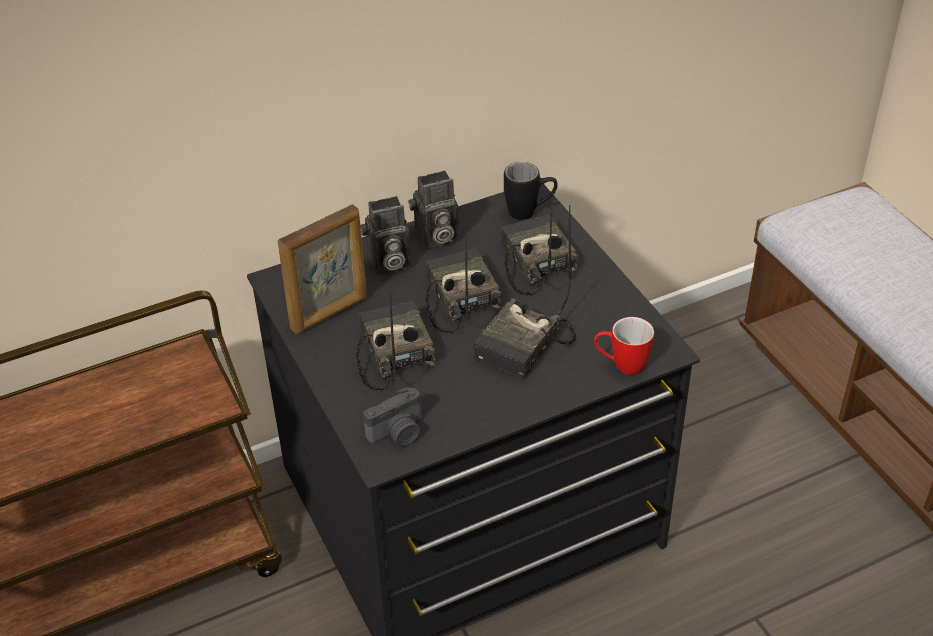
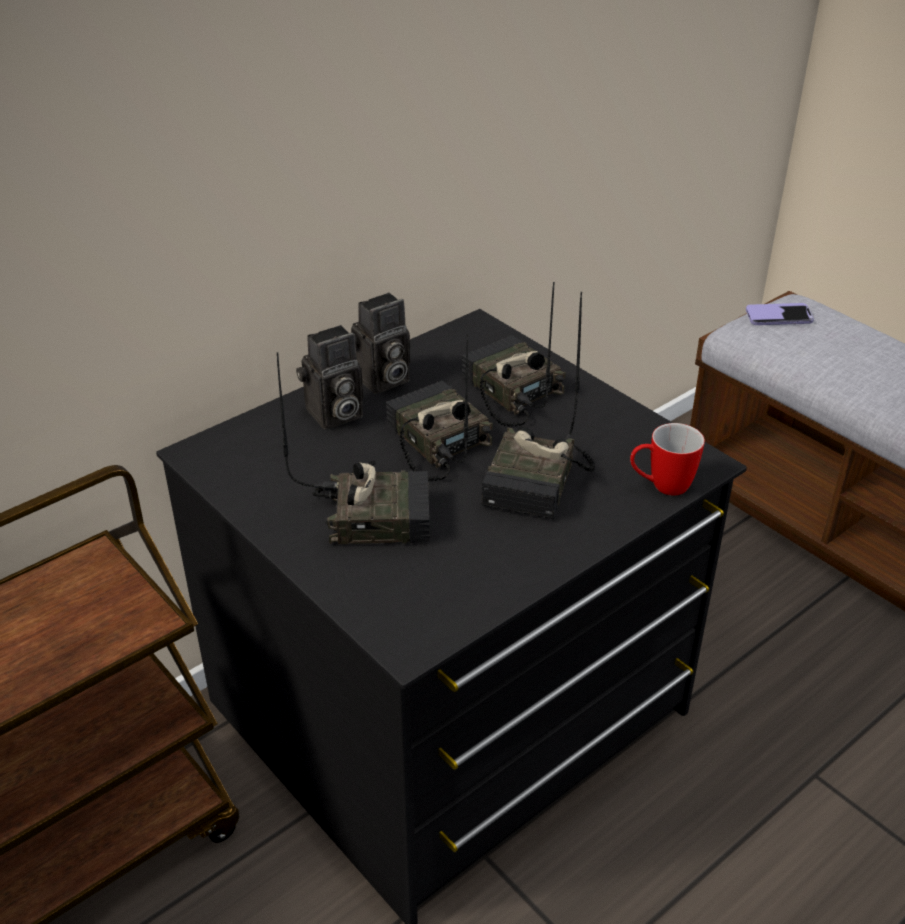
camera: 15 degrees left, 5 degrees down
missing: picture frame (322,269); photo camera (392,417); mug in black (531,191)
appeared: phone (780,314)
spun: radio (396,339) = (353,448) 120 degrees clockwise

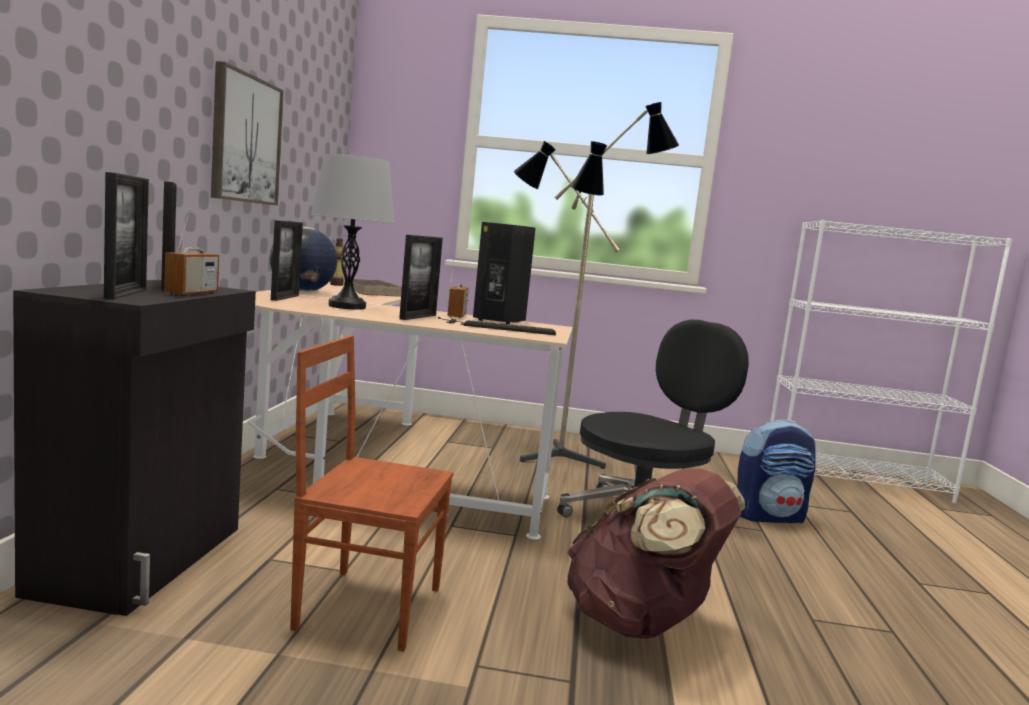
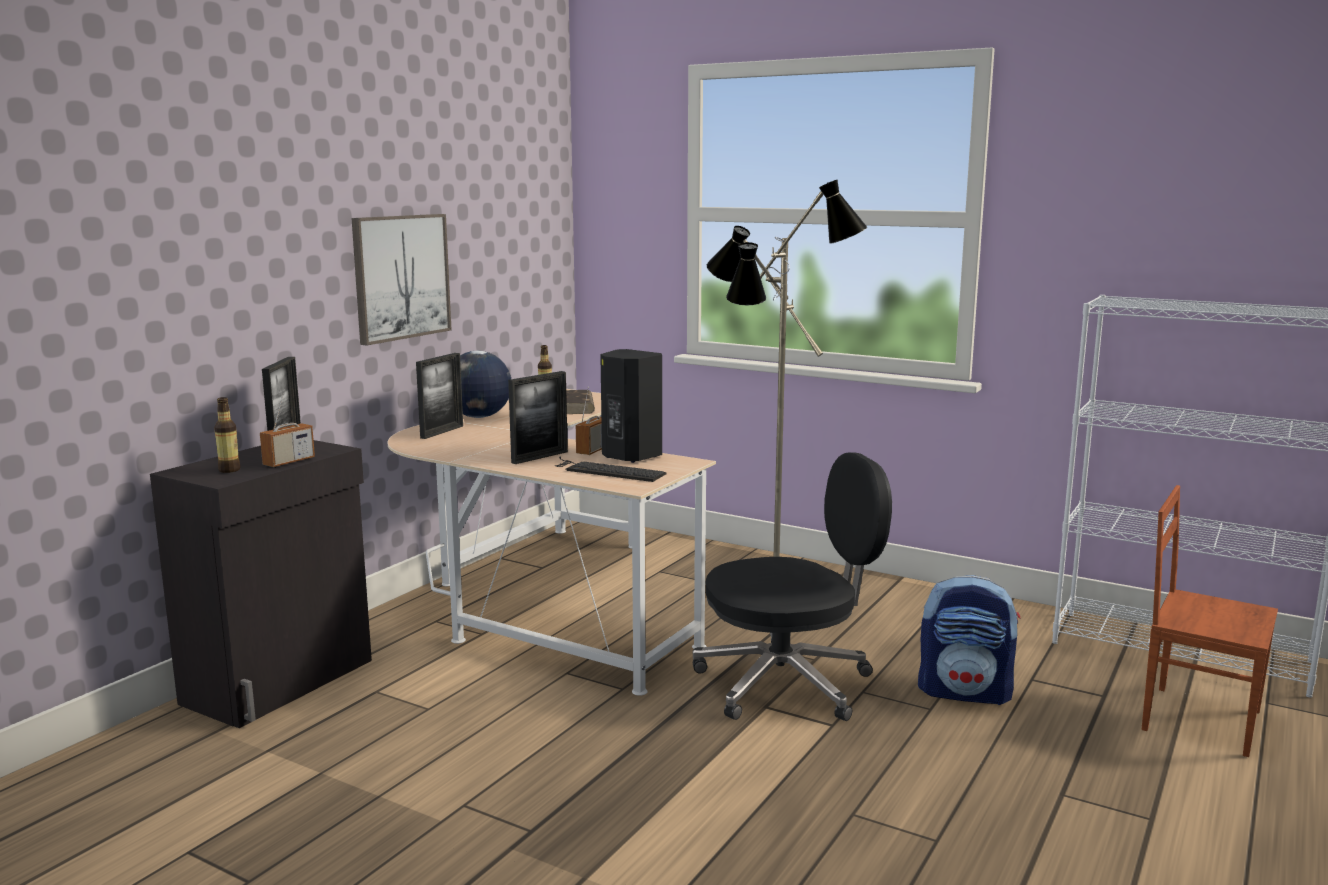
camera: 25 degrees right, 5 degrees up
missing: table lamp in grey (352,232); backpack in brown (656,553)
relocated: chair in brown (371,493) to (1209,621)
exchanged: picture frame (126,235) to bottle (227,435)

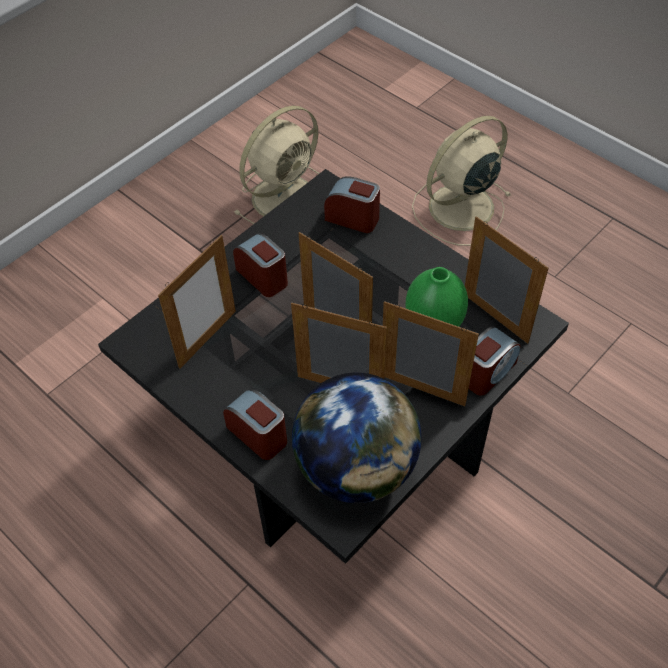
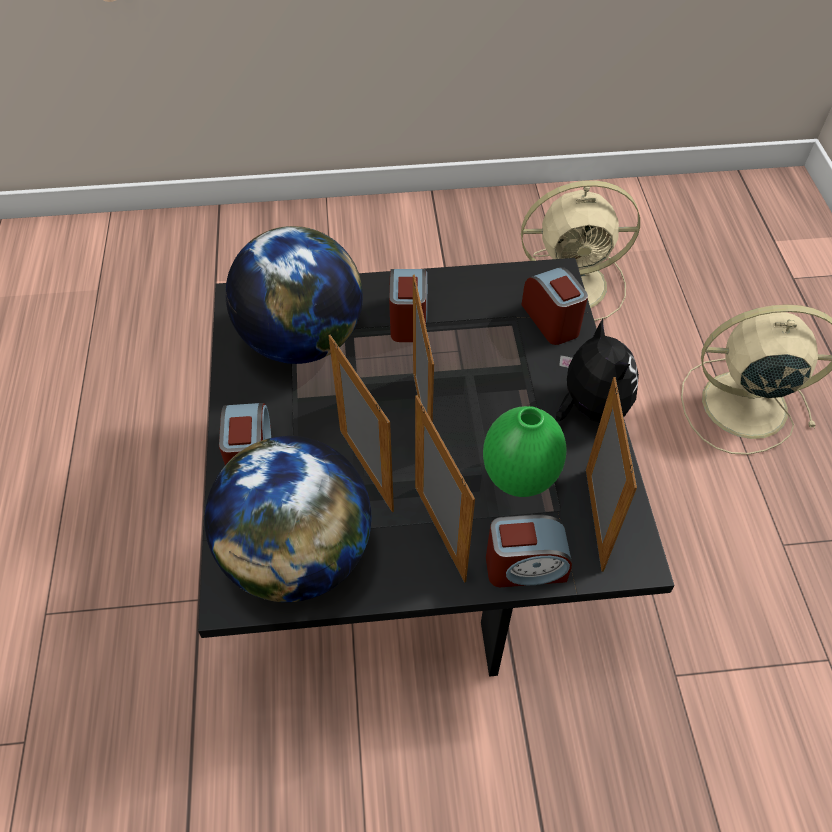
camera: 40 degrees right, 0 degrees up
appeared: plush toy (597,371)
exchanged: picture frame (197,302) to globe (294,295)

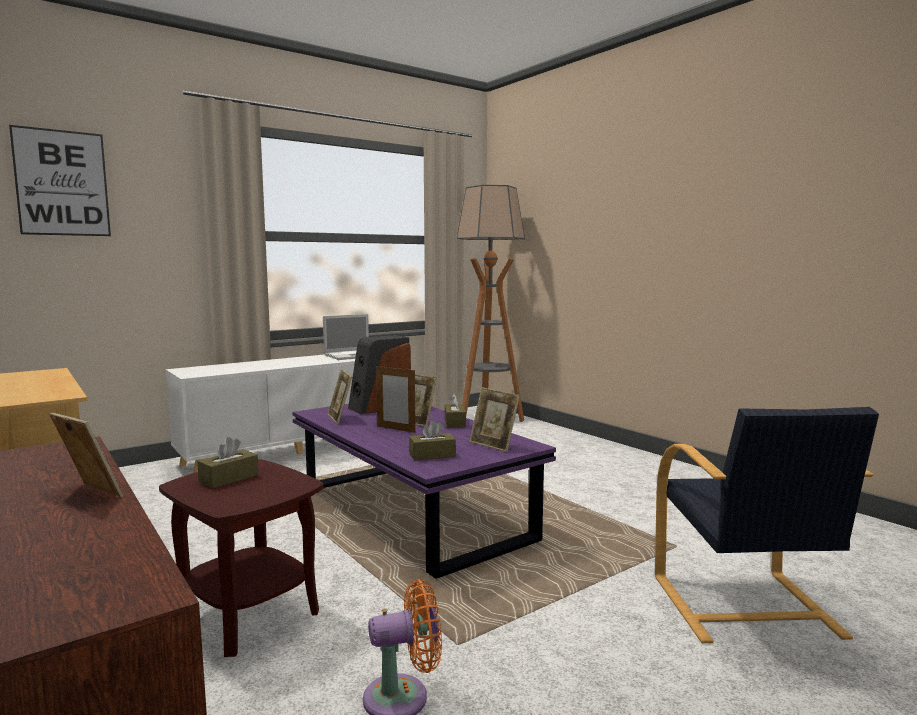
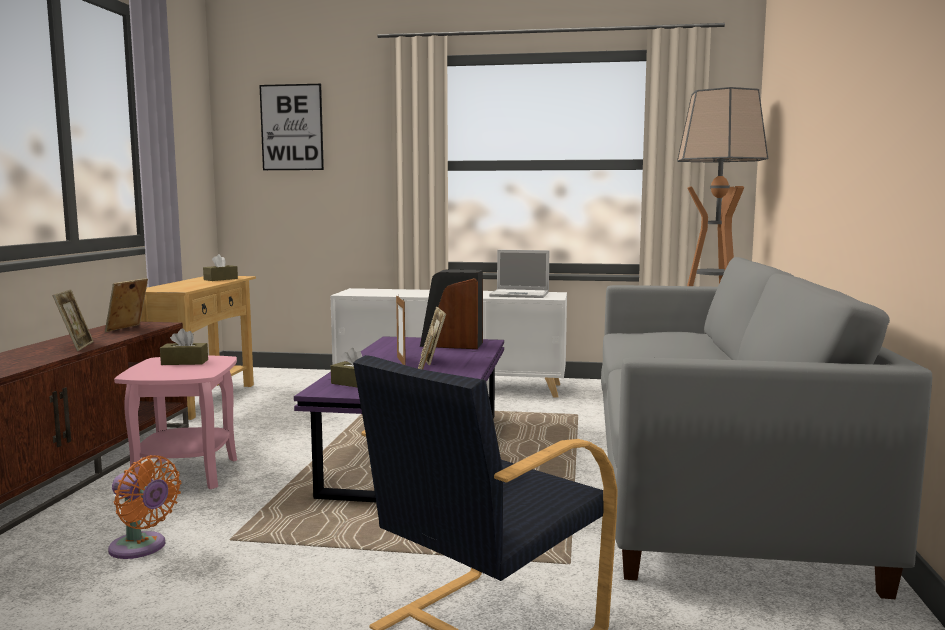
camera: 45 degrees right, 0 degrees up
appeared: sofa in grey (766,428)
relocated: picture frame (340,396) to (126,305); tissue box in brown (455,410) to (220,267)
colour: side table in brown (241,558) to side table in pink (175,422)

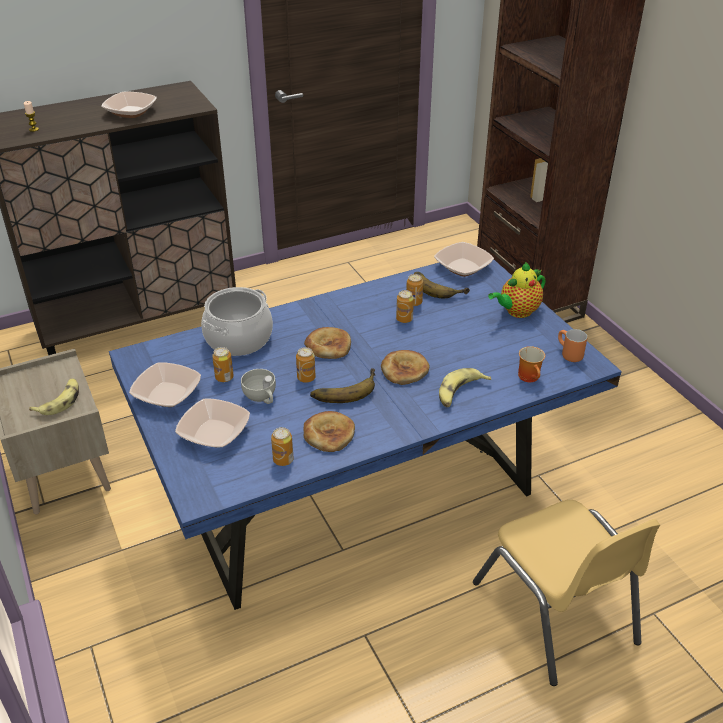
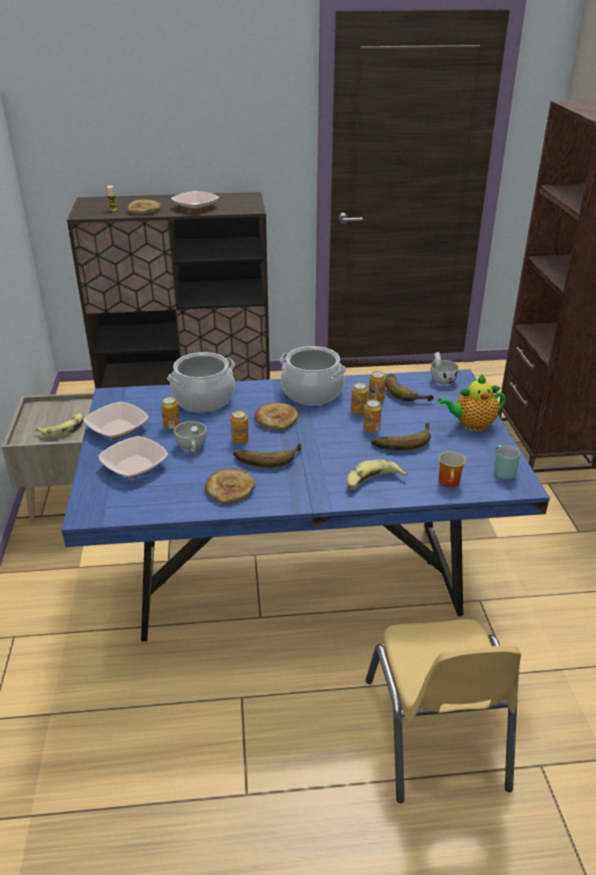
camera: 20 degrees right, 5 degrees down
appeared: cooking pot (313,375); banana (401,437)
relocated: bread (405,367) to (144,207); can (282,446) to (372,416)
exchanged: bowl (464,259) to cup in white (444,368)
colour: mug in orange (572,345) to mug in turquoise (507,462)

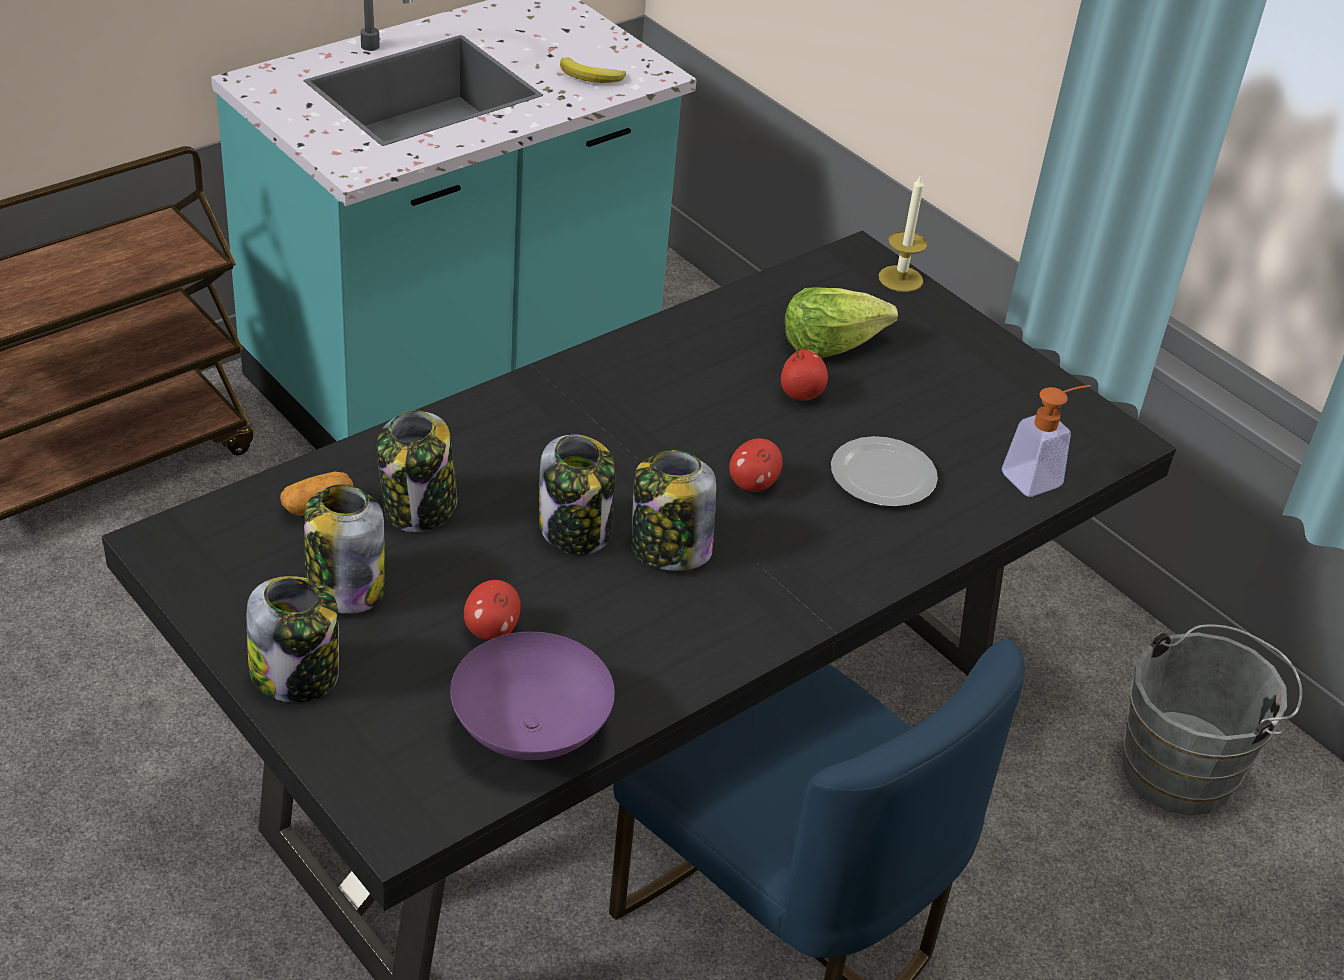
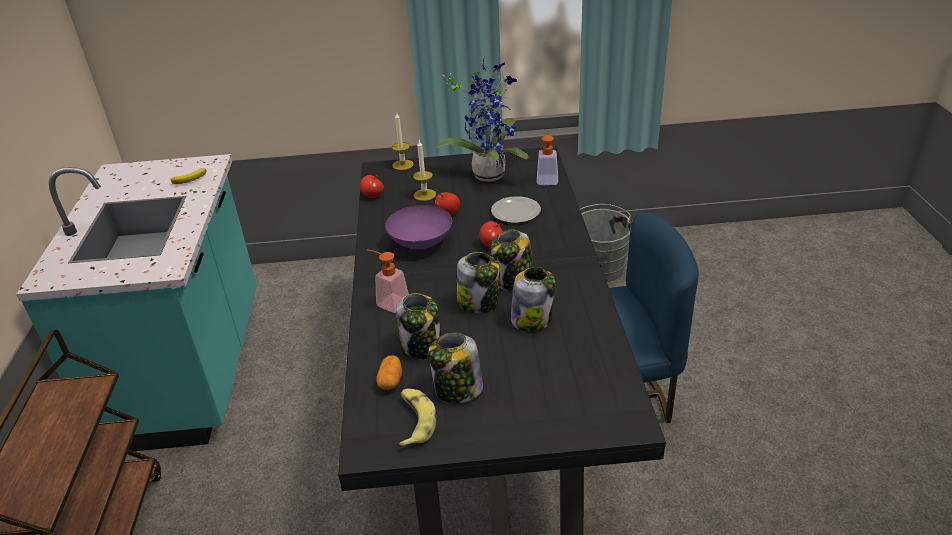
camera: 50 degrees left, 5 degrees down
appeared: soap dispenser (388,281); banana (417,418); potted plant (481,120)
relocated: apple (492,610) to (372,186); bowl in purple (532,696) to (418,227); jar (293,639) to (533,299)
exchanged: lettuce (841,322) to candle (424,170)

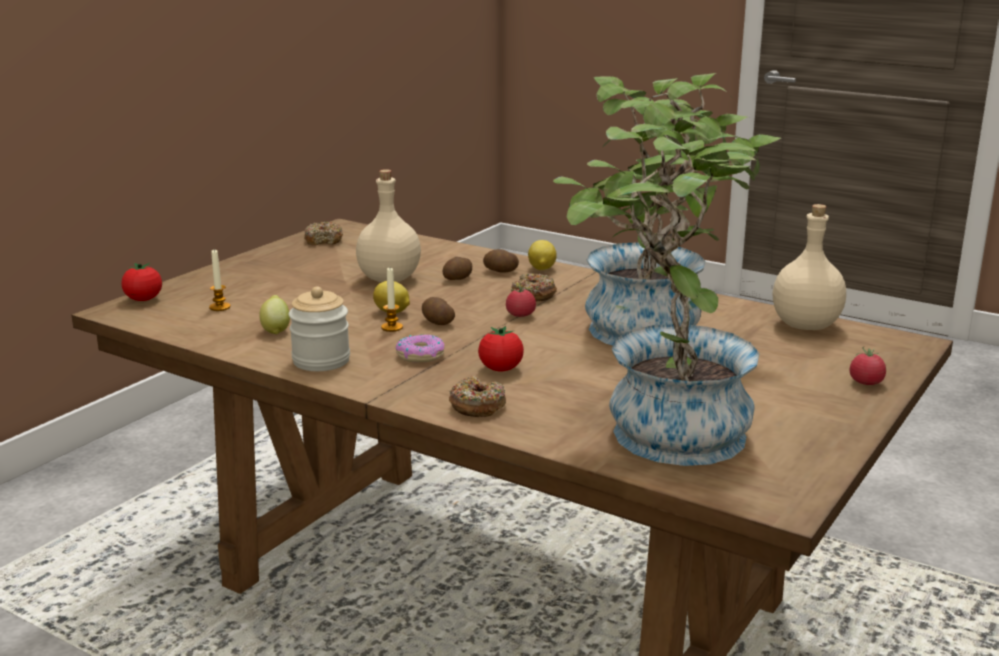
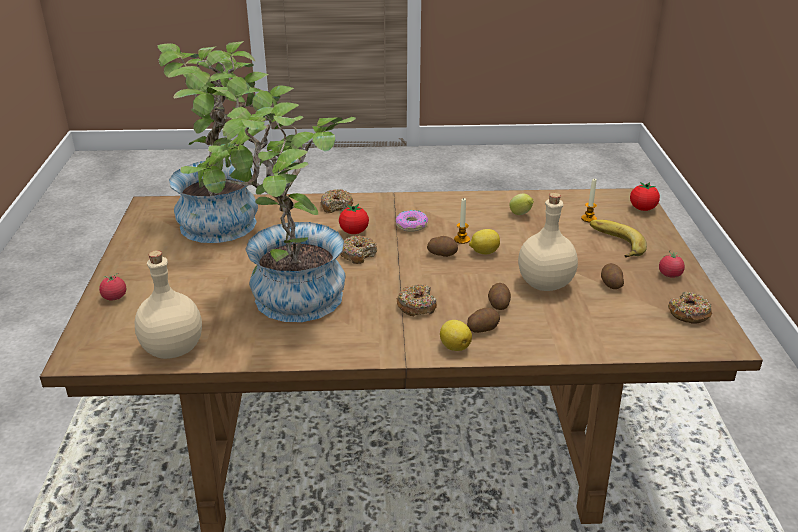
camera: 145 degrees right, 10 degrees up
missing: jar (319,329)
appeared: donut (358,249); banana (618,239); potato (612,276)
relocated: tomato (521,301) to (672,264)

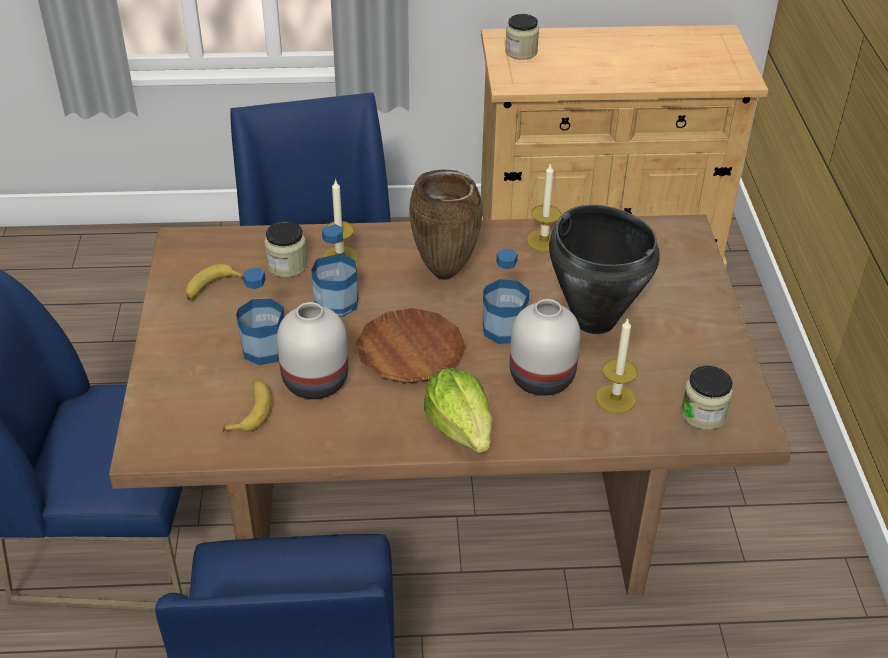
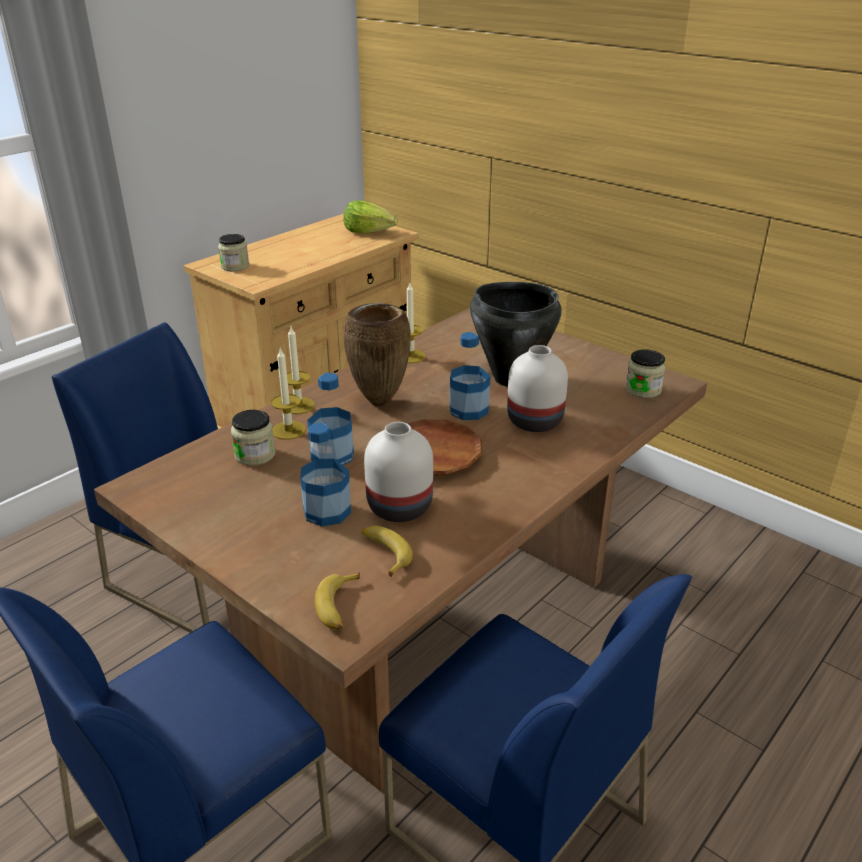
camera: 45 degrees left, 10 degrees down
relocated: candle (616,366) to (301,370); banana (214,282) to (337,601); lettuce (458,410) to (370,217)

